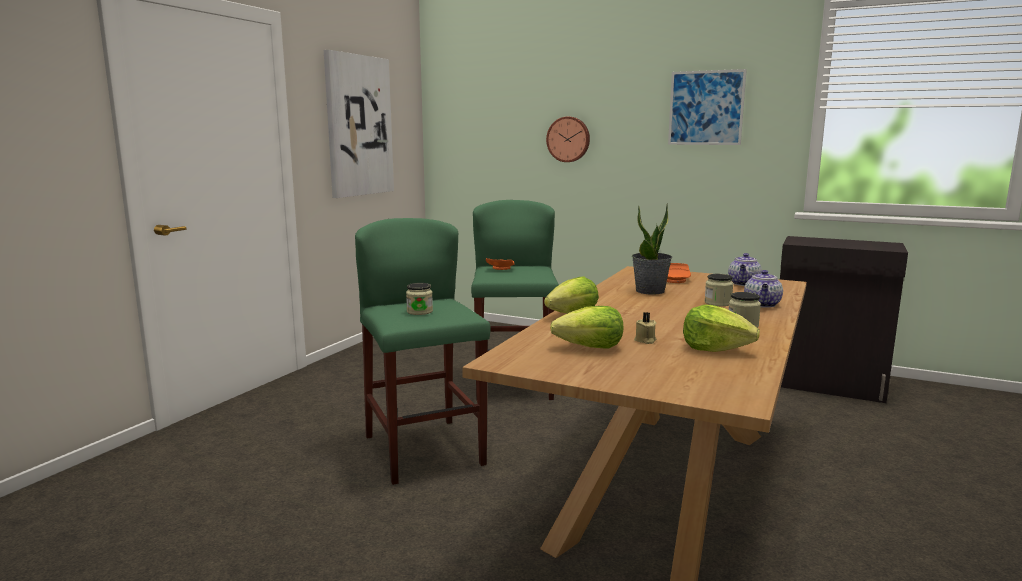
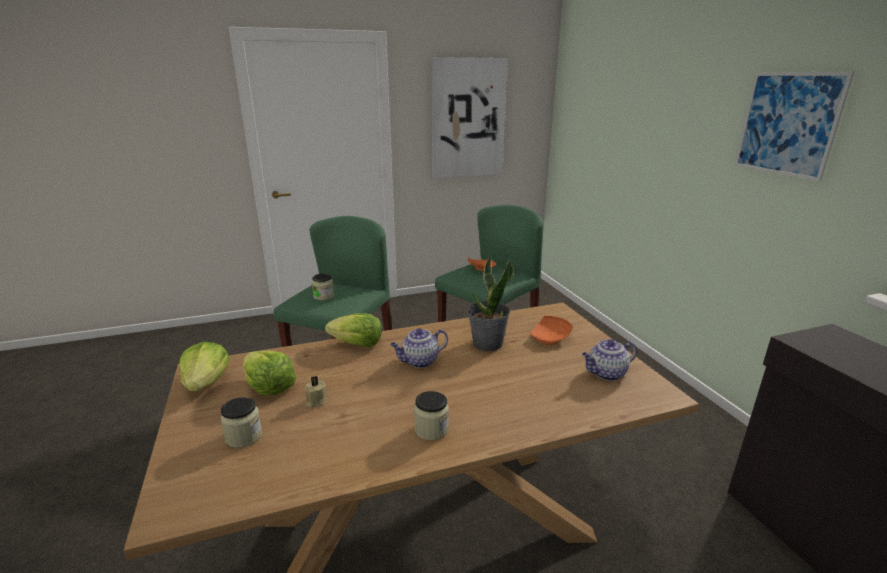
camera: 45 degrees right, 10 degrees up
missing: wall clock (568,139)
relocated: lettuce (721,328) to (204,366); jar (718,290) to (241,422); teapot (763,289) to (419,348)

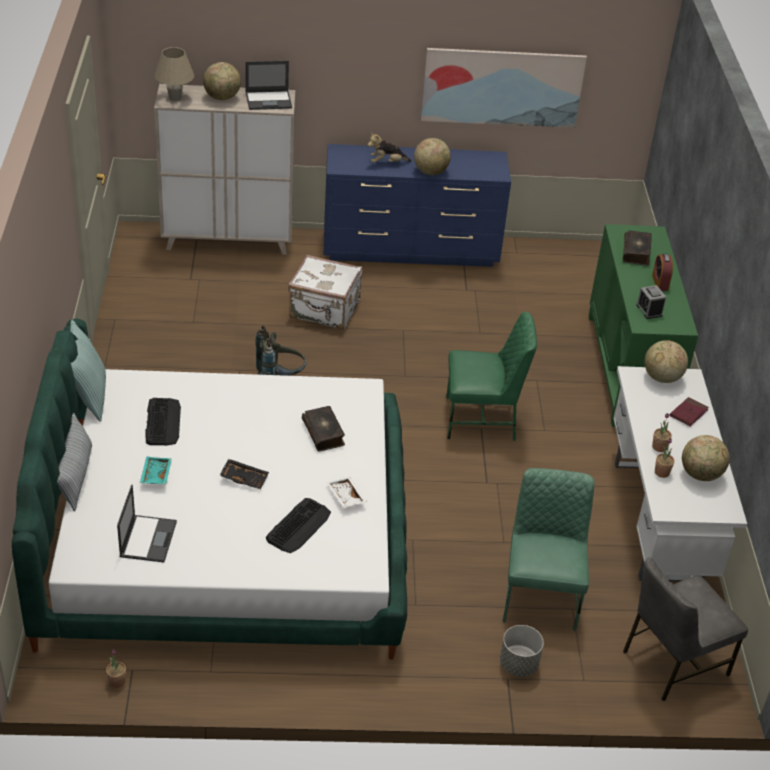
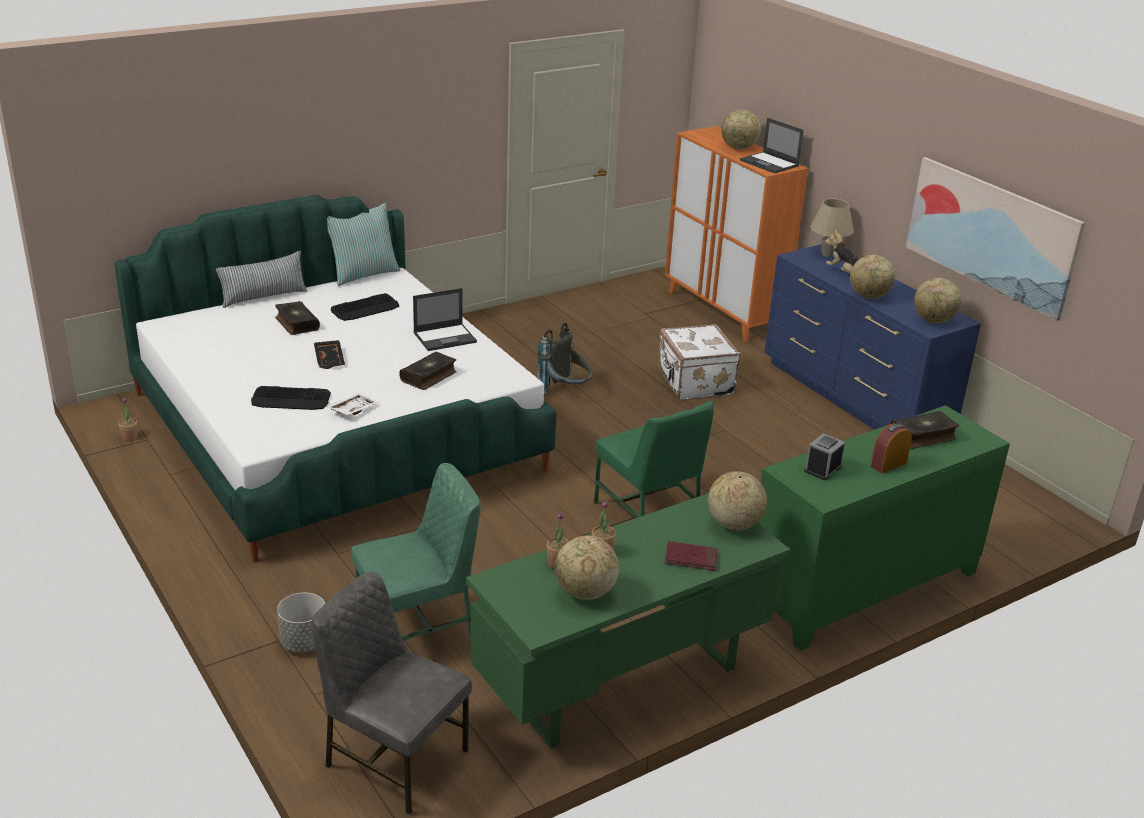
camera: 60 degrees right, 10 degrees down
appeared: globe (937,300)
relocated: laptop (147,523) to (445,319); table lamp in beige (174,74) to (832,227)
exchanged: tray in turquoise (156,470) to book (297,318)
colour: desk in white (680,474) to desk in green (628,621); cabinet in beige (224,169) to cabinet in orange (736,234)

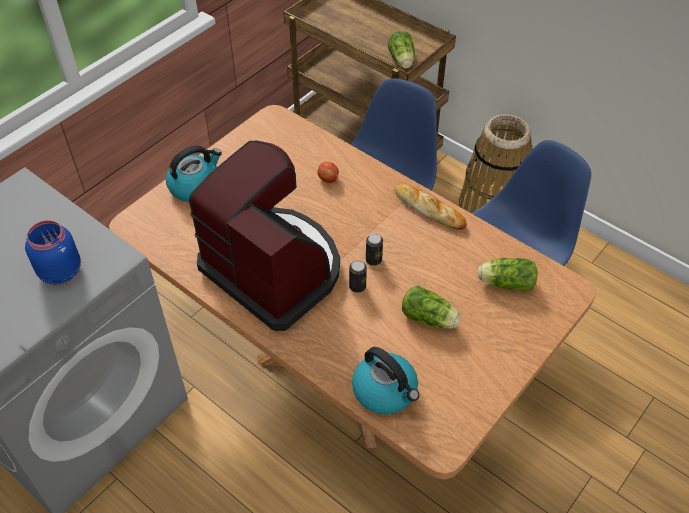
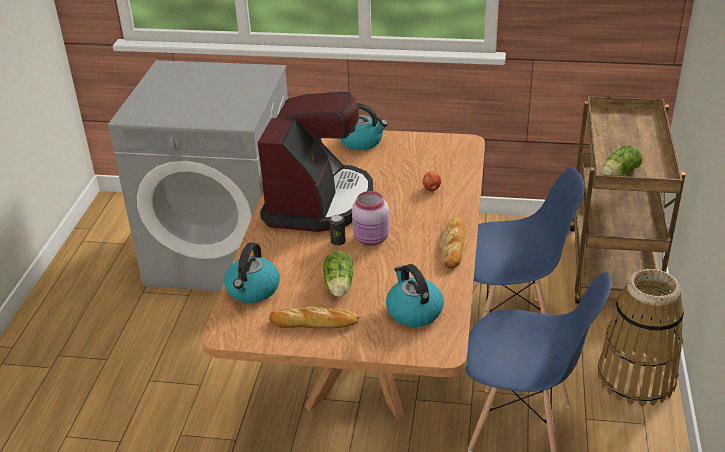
camera: 60 degrees right, 15 degrees down
missing: jar in blue (53,252)
appeared: bread (314,317)
exchanged: can (374,250) to jar in pink (370,218); lettuce (507,275) to kettle (415,295)

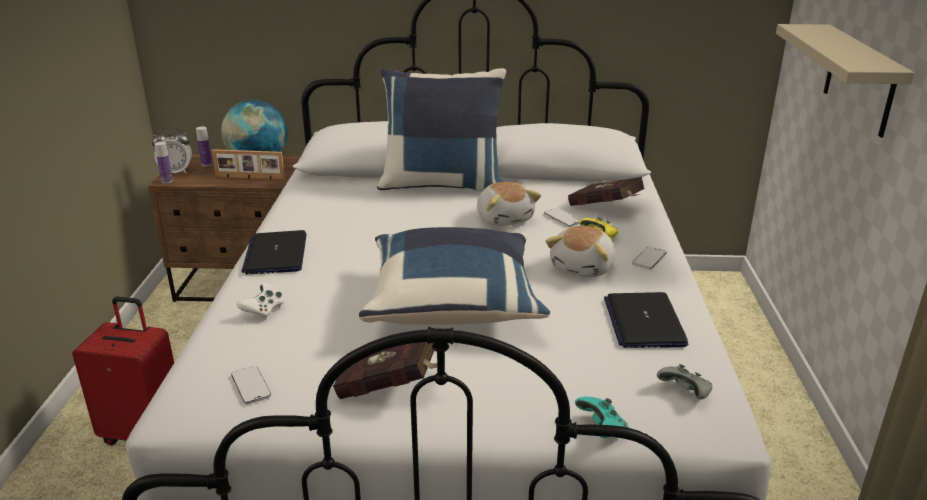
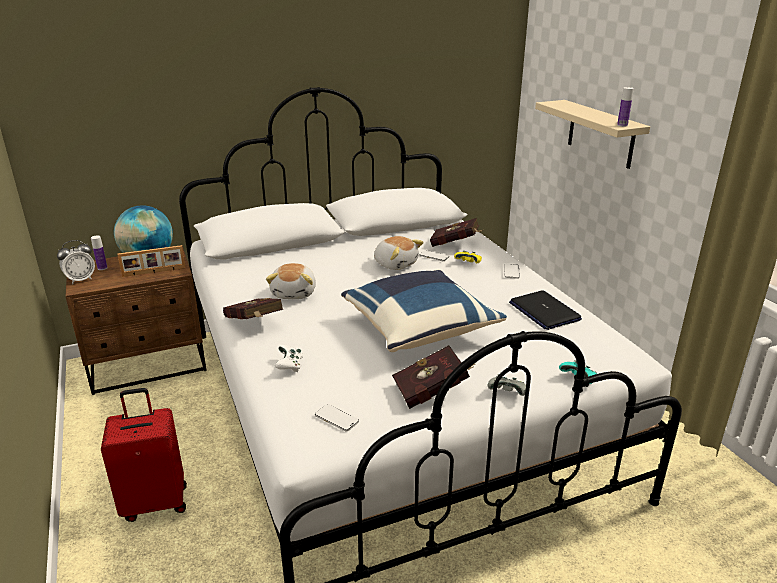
camera: 25 degrees left, 0 degrees up
missing: pillow in blue (441,129)
relocated: plush toy (580,251) to (291,281); game controller in grey (685,381) to (506,385); bottle (164,162) to (625,107)
exchanged: laptop (274,252) to book in red (253,308)

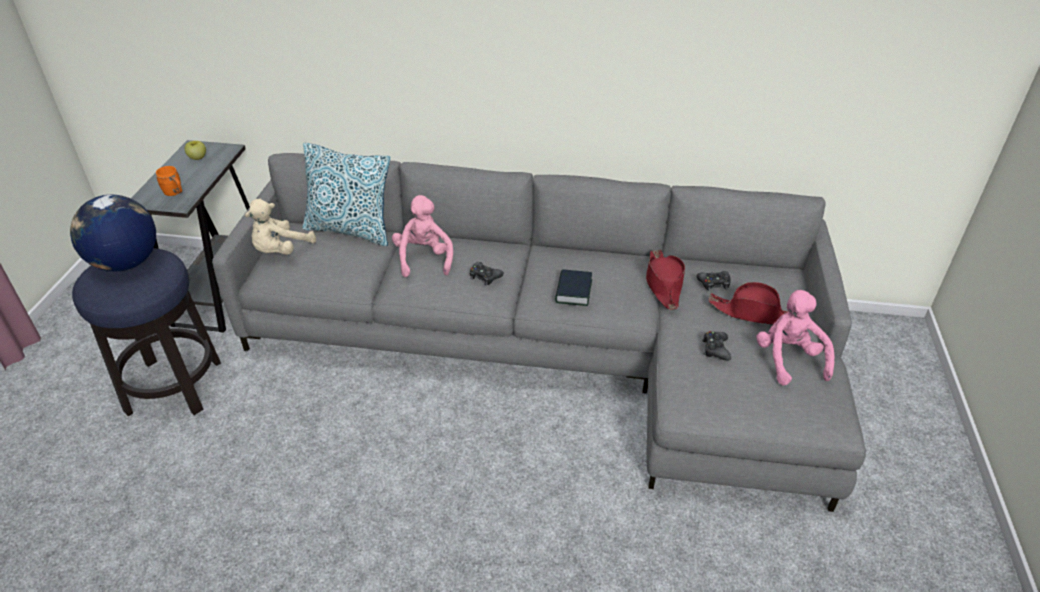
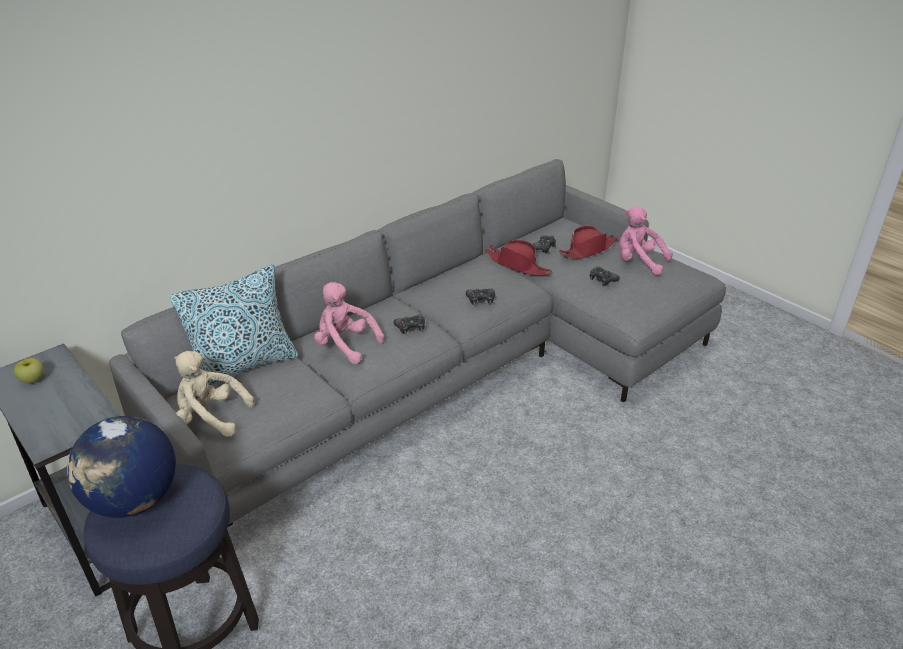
camera: 50 degrees left, 5 degrees down
missing: mug in orange (169,181)
exchanged: book (573,287) to game controller in black (480,297)
spun: plush toy in beige (280,227) = (214,394) 120 degrees clockwise

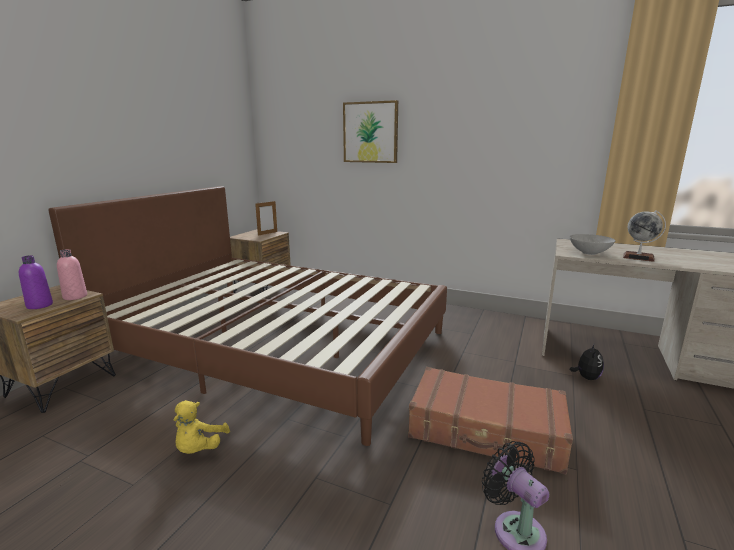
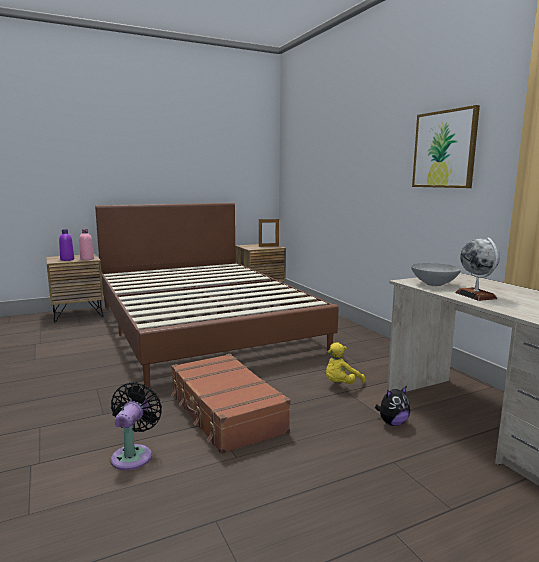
camera: 40 degrees right, 5 degrees down
relocated: plush toy in yellow (202,427) to (345,363); picture (370,131) to (446,146)

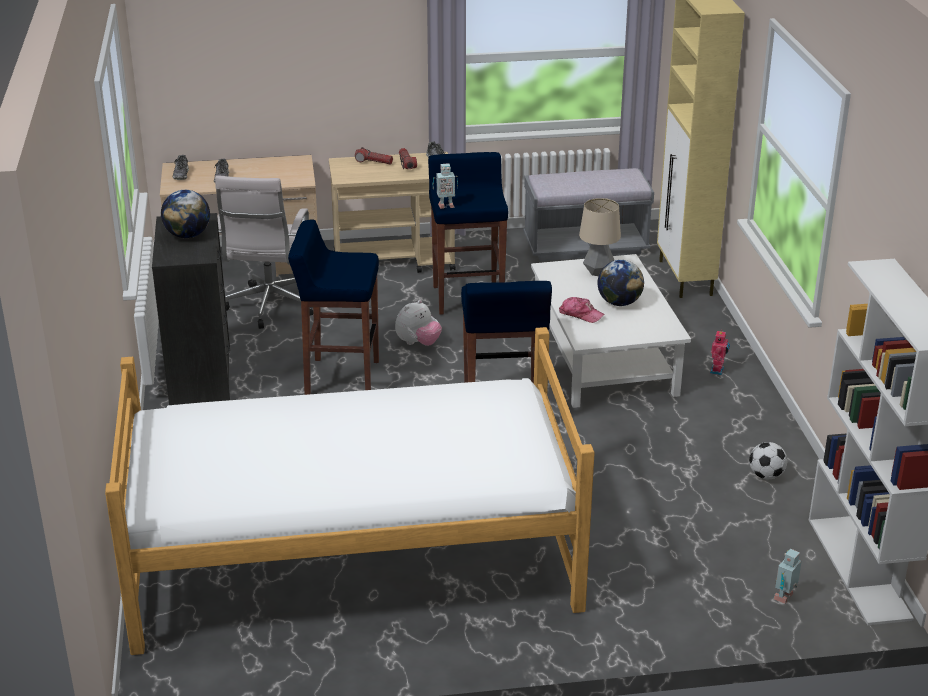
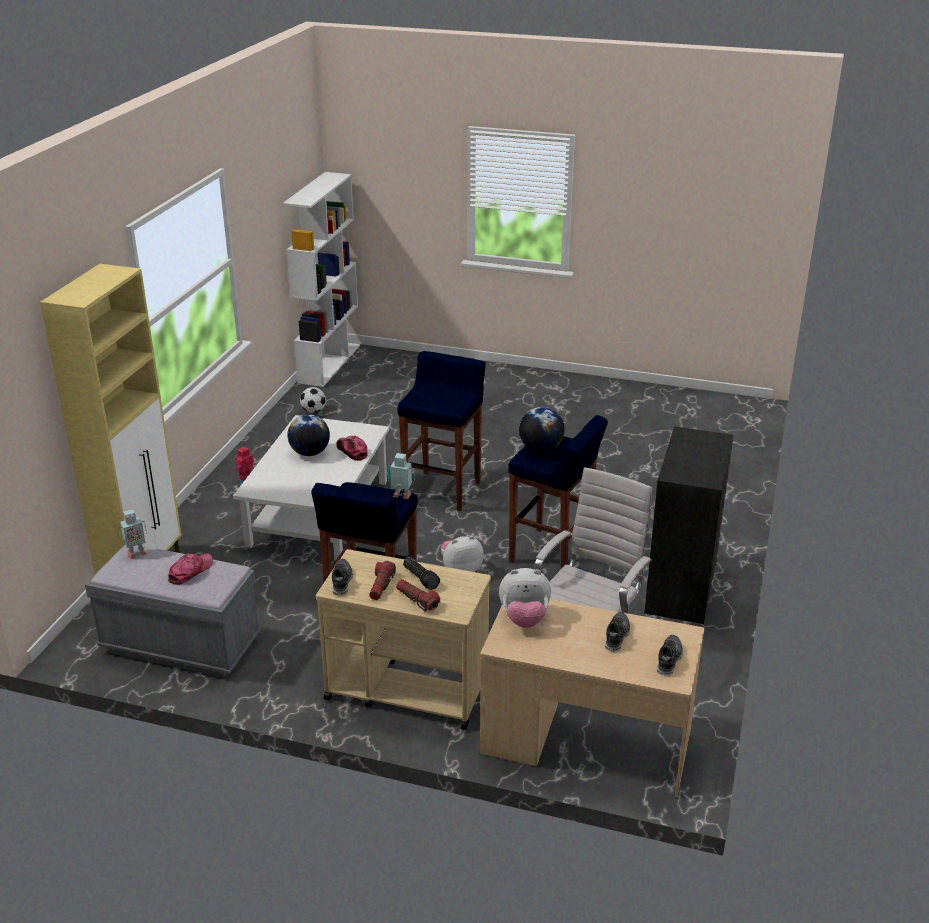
camera: 155 degrees left, 0 degrees up
missing: bed (350,491); table lamp (600,237)
appeared: cap (190,569); flashlight (421,573); plush toy (525,598)
relocated: toy robot (788,576) to (132,534); globe (185,214) to (542,430)

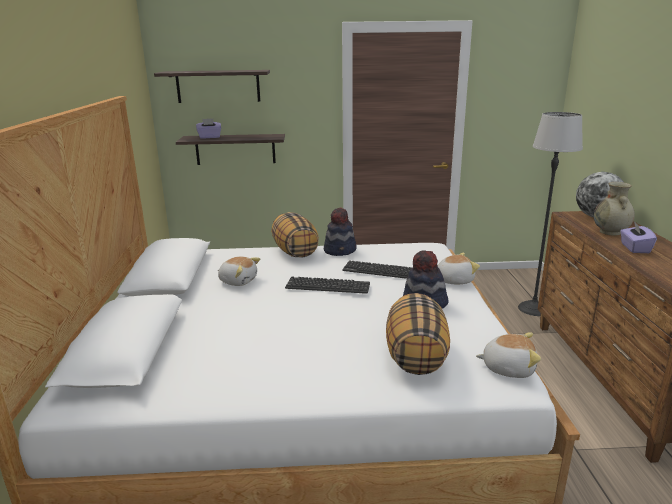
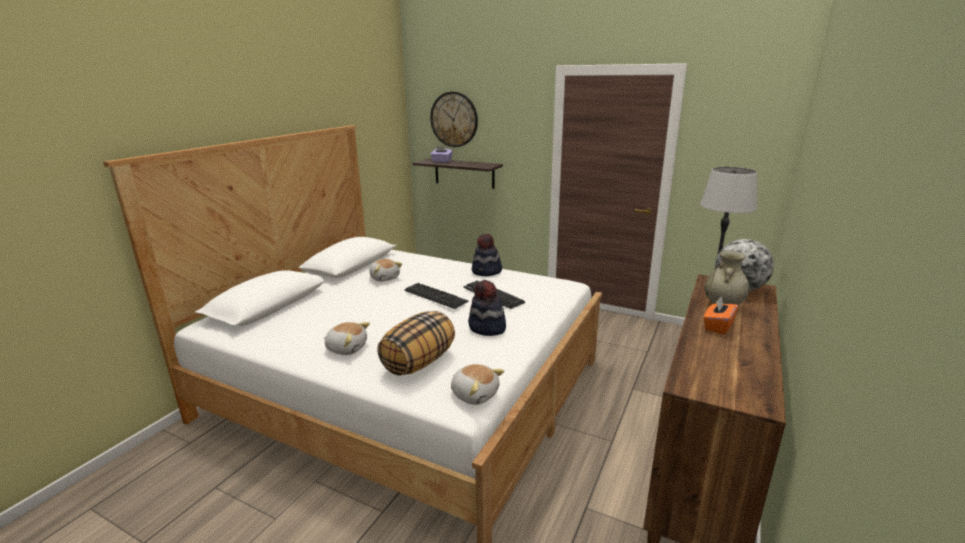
camera: 30 degrees right, 0 degrees up
missing: pillow (295,234)
relocated: plush toy (459,268) to (347,338)
exchanged: shelf (212,86) to wall clock (454,119)
colour: tissue box in purple (638,237) to tissue box in orange (720,315)

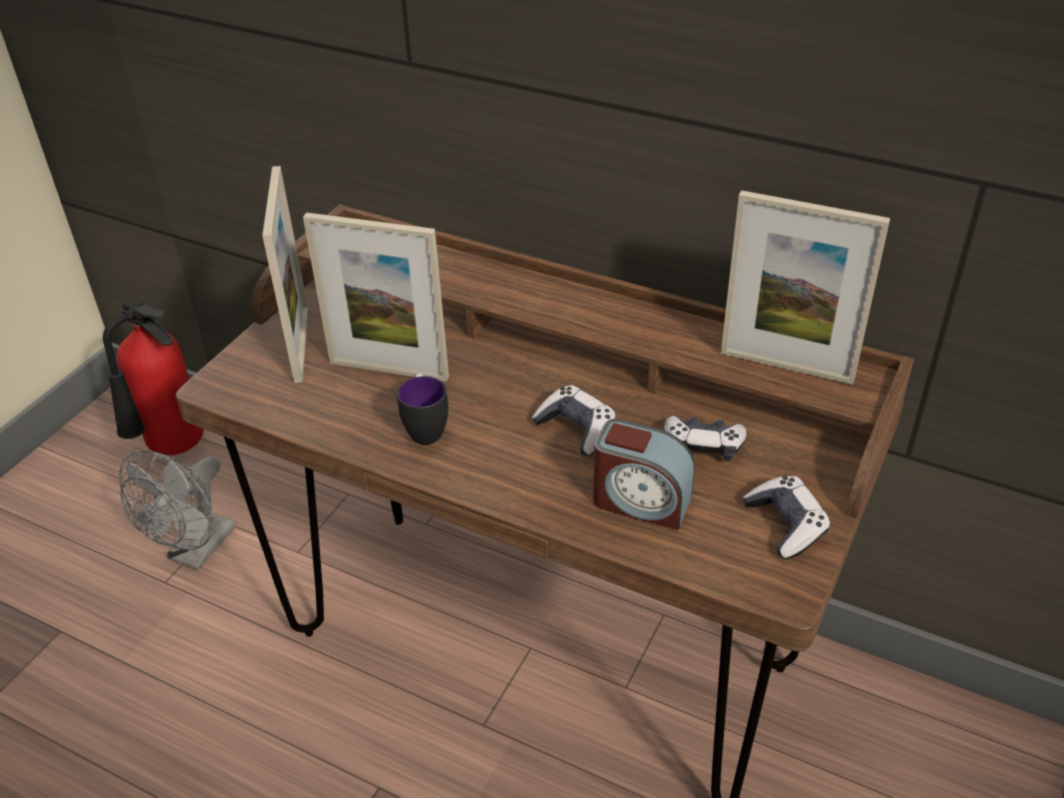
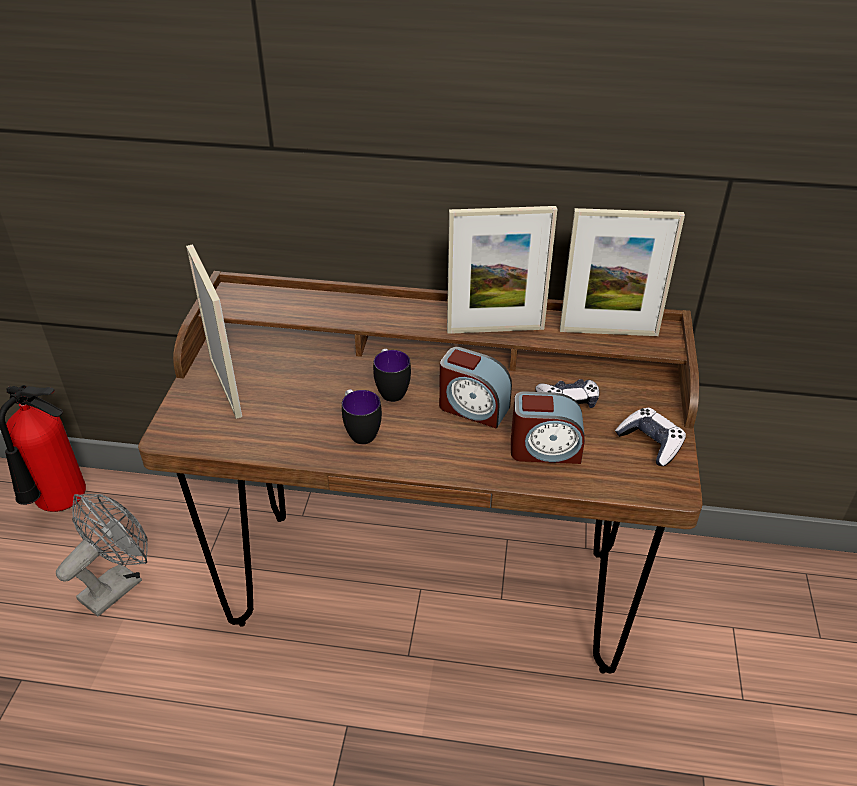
camera: 20 degrees left, 0 degrees up
appeared: mug (392,375)
relocated: picture frame (376,297) to (502,270)
exchanged: game controller (574,420) to alarm clock (475,387)
spun: fan in grey (177,510) = (102,555) 150 degrees counterclockwise

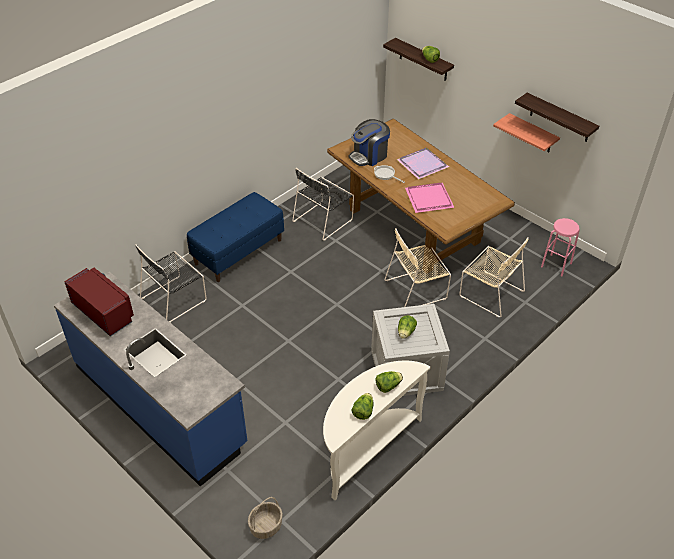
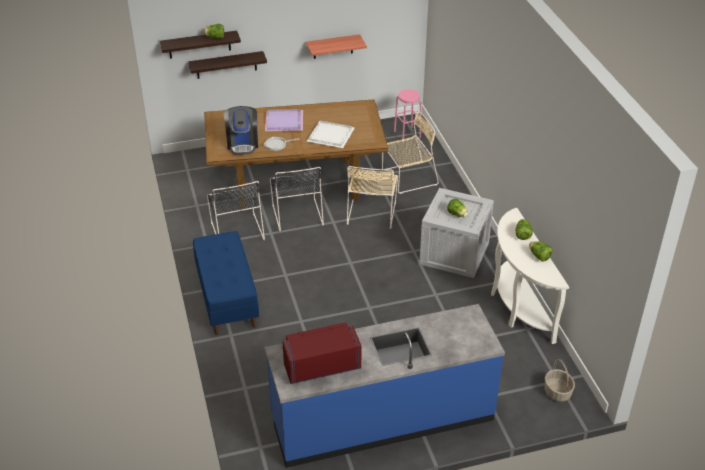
camera: 60 degrees left, 5 degrees down
relocated: shelf (557,117) to (227,65); chair in black (171,283) to (297,199)
colour: tray in pink (429,198) to tray in white (331,134)

